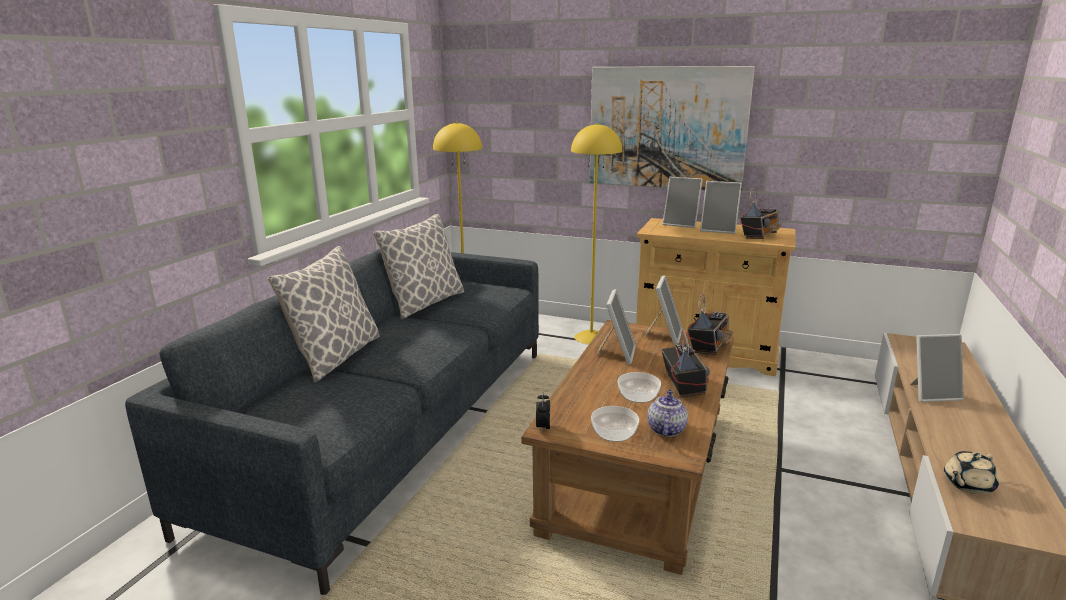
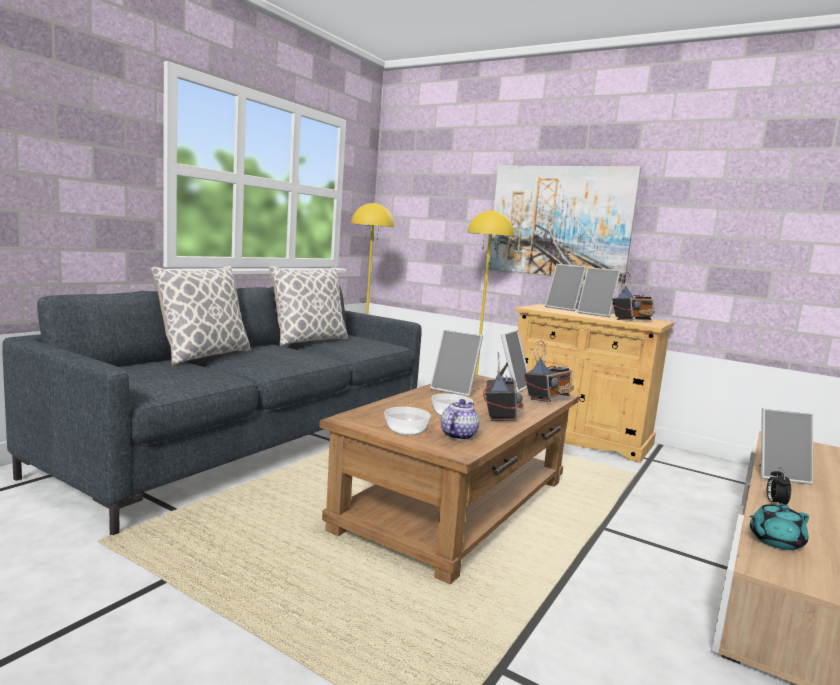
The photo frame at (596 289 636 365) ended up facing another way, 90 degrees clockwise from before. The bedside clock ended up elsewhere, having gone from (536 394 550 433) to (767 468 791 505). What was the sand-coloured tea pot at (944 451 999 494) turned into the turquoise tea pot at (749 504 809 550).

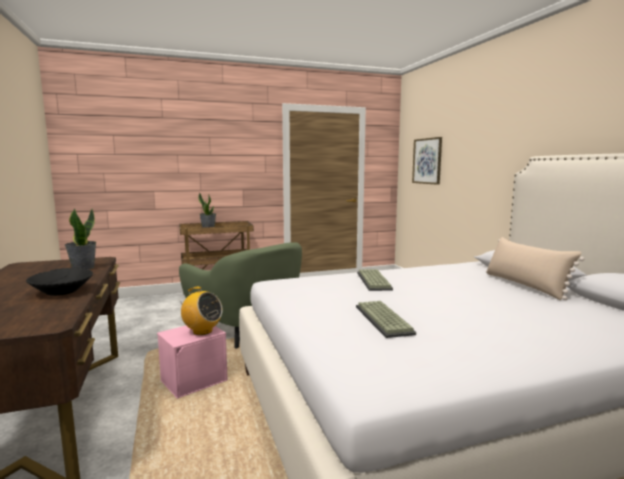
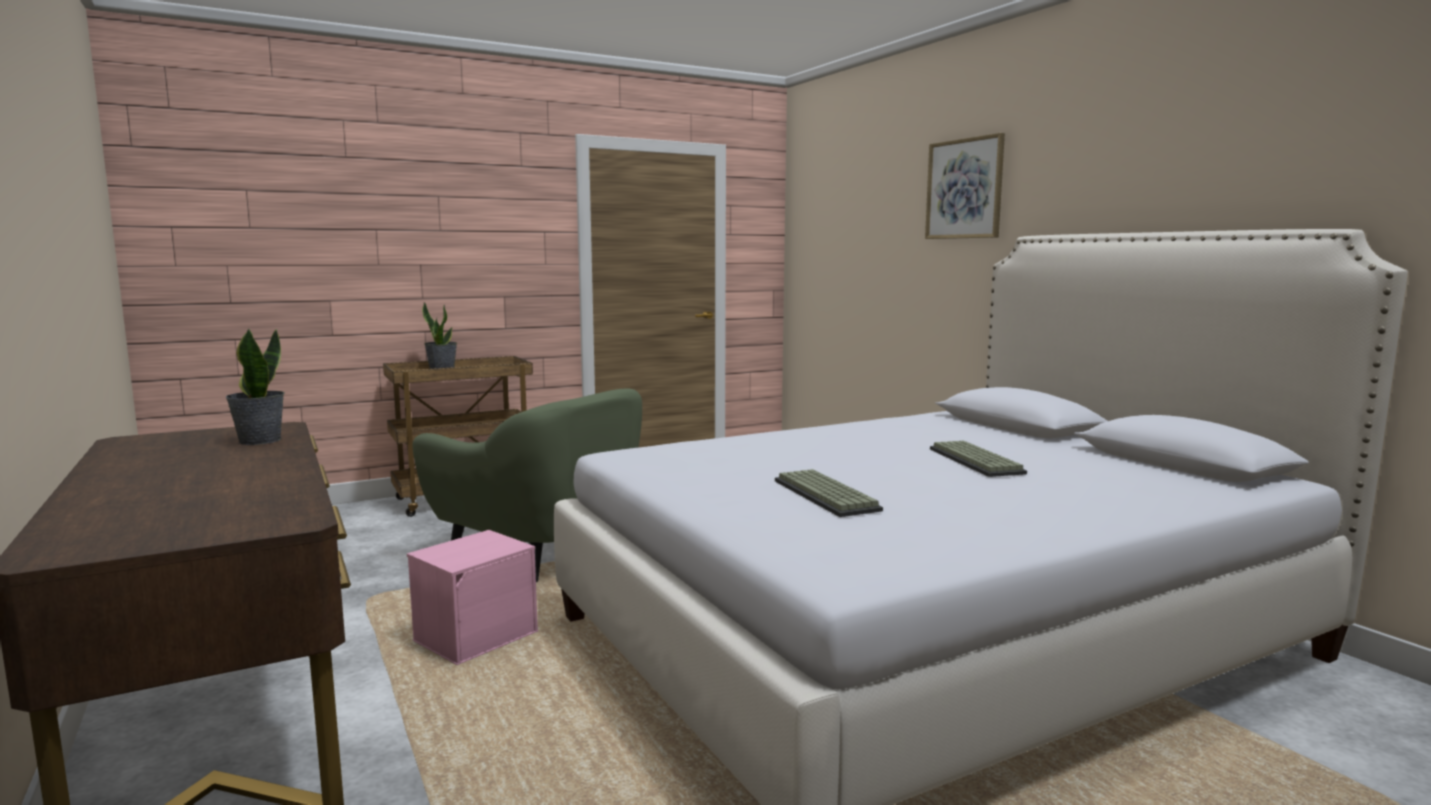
The picture ended up elsewhere, having gone from (412 137 442 185) to (925 133 1005 239). The second view lost the sand-coloured cushion at (486 237 584 300). The second view lost the blackish deep dish at (26 268 93 296). The computer keyboard ended up elsewhere, having gone from (357 269 393 291) to (930 441 1027 477). The second view lost the radio set at (177 287 223 335).

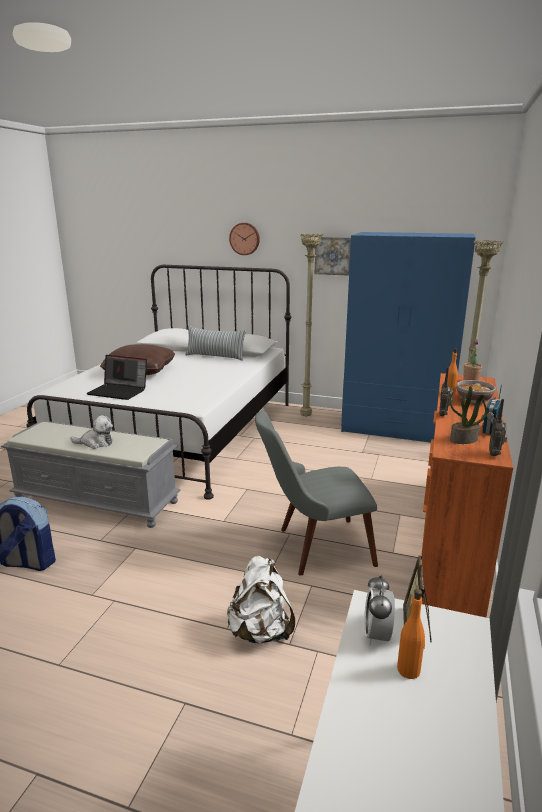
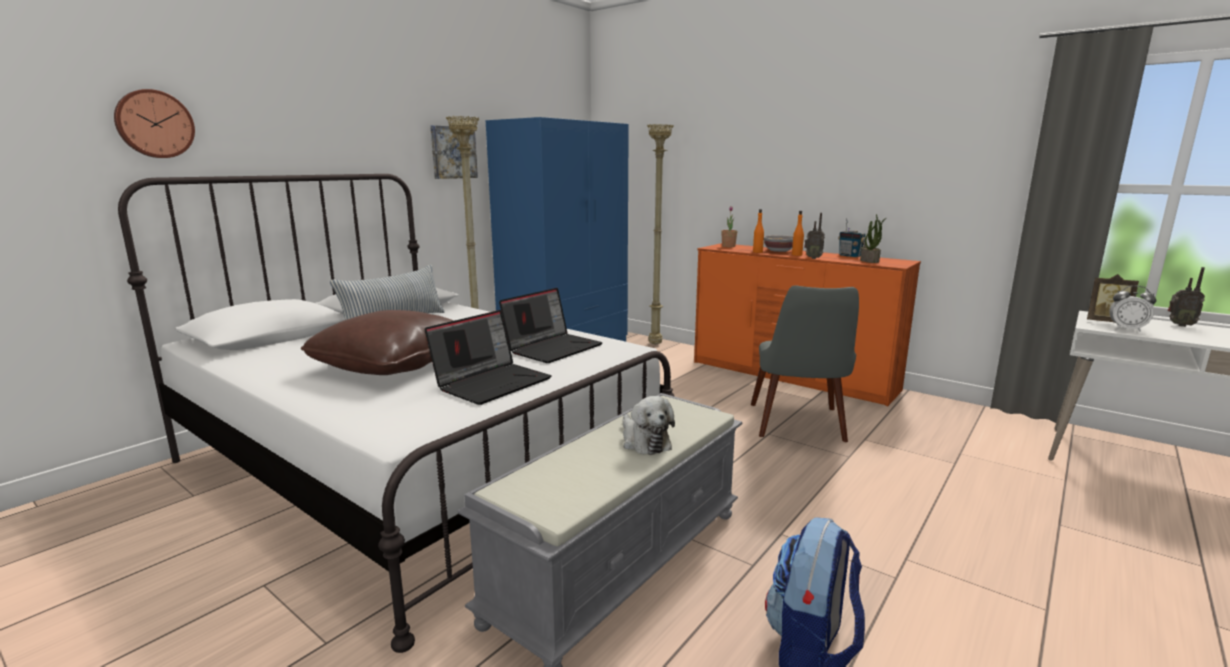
The wall clock ended up elsewhere, having gone from (229 223 260 255) to (114 89 195 158). The radio set ended up elsewhere, having gone from (489 399 507 456) to (1167 267 1205 327). The plush toy at (70 415 113 449) ended up facing another way, 135 degrees clockwise from before. The second view lost the whitish backpack at (227 556 295 644). The orange-coloured beverage bottle ended up elsewhere, having gone from (397 589 425 679) to (792 211 804 256). The second view gained the notebook computer at (499 288 603 363).

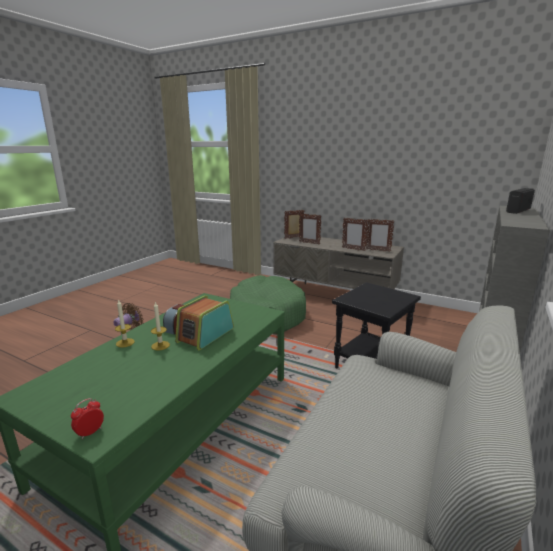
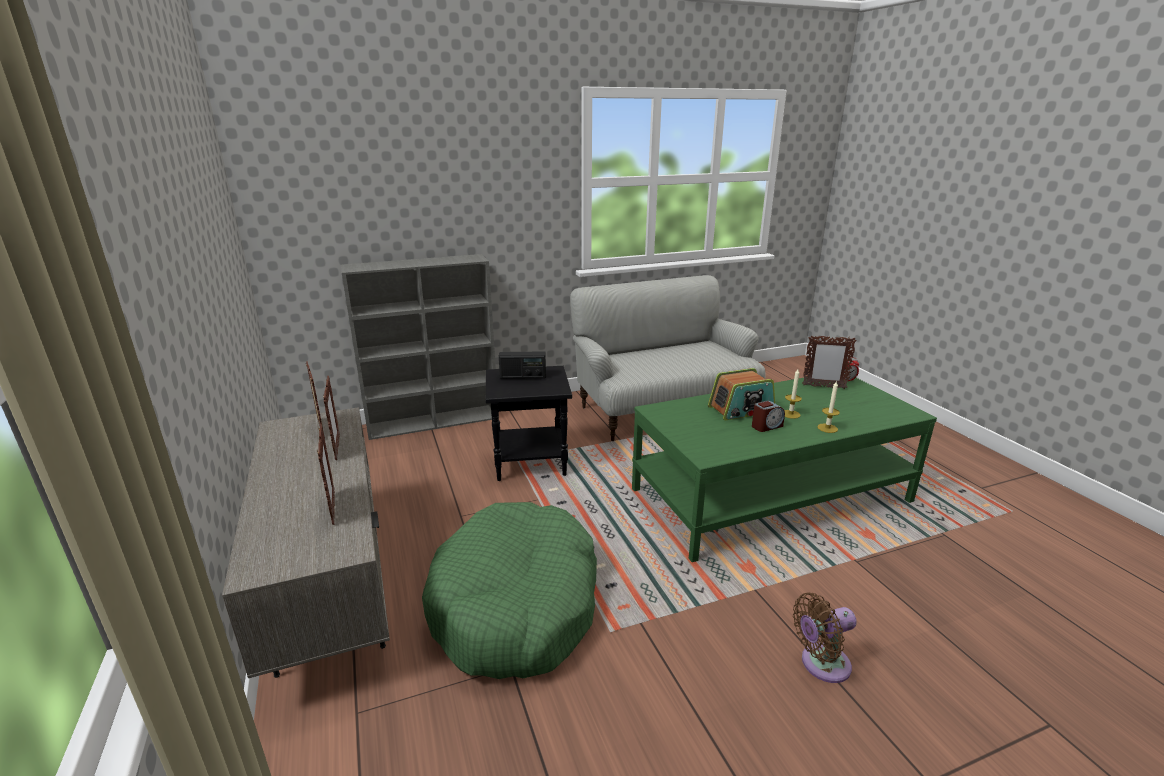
The radio set ended up elsewhere, having gone from (506 188 535 214) to (499 351 546 379). The photo frame ended up elsewhere, having gone from (284 210 304 239) to (802 335 857 389).

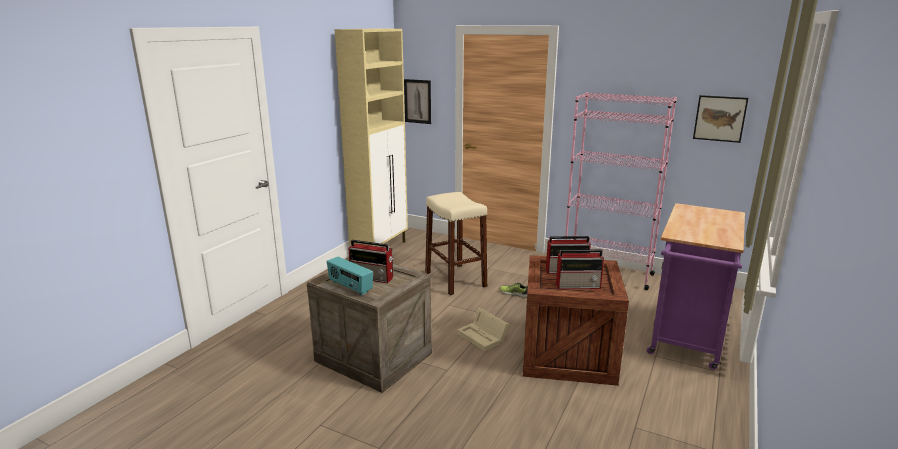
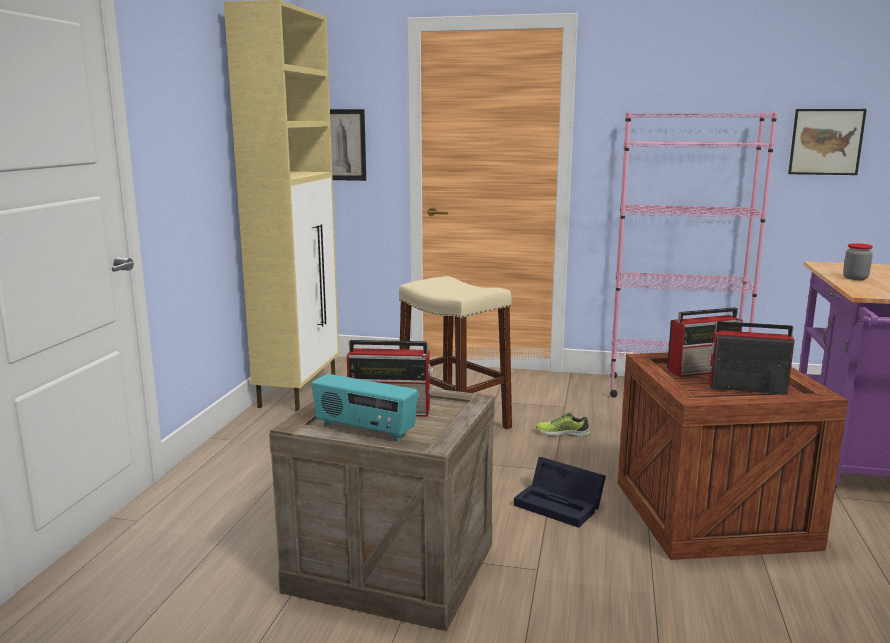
The radio set at (556 250 604 289) ended up facing another way, 150 degrees counterclockwise from before. What was the sand-coloured storage container at (457 308 510 351) turned into the blackish storage container at (514 457 606 528). The second view gained the preserve jar at (843 243 873 280).

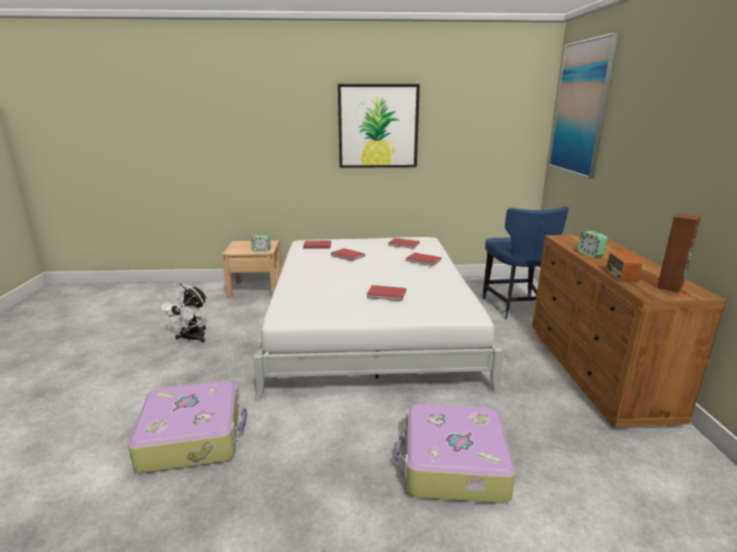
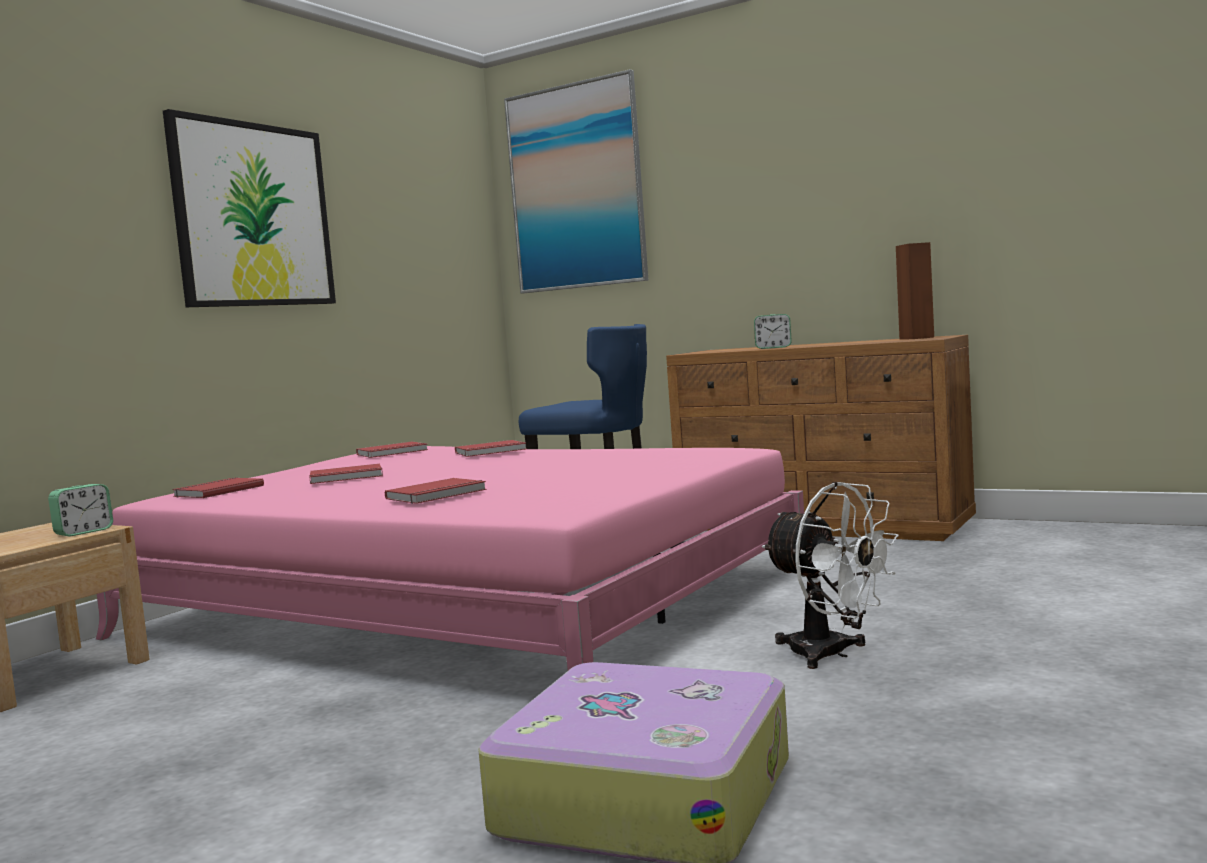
What was the whitish bed at (253 237 503 401) turned into the pinkish bed at (96 446 804 671). The second view lost the radio set at (606 252 646 281). The whitish cooling fan ended up elsewhere, having gone from (157 283 207 343) to (762 482 899 669). The red bound book ended up elsewhere, having gone from (366 285 406 301) to (385 478 486 504). The second view lost the suitcase at (395 404 515 503).

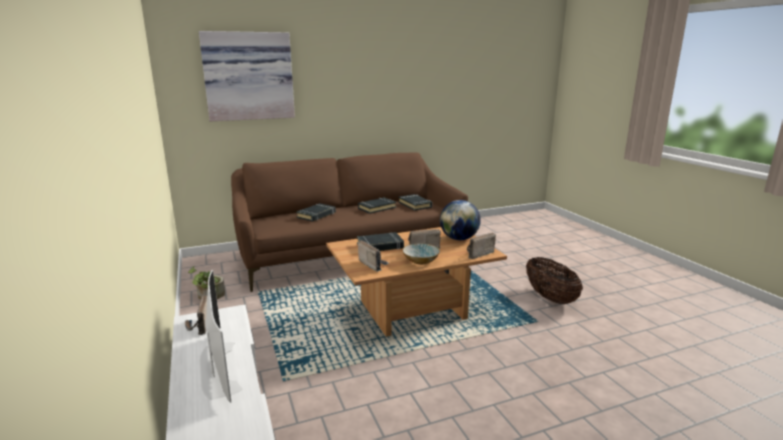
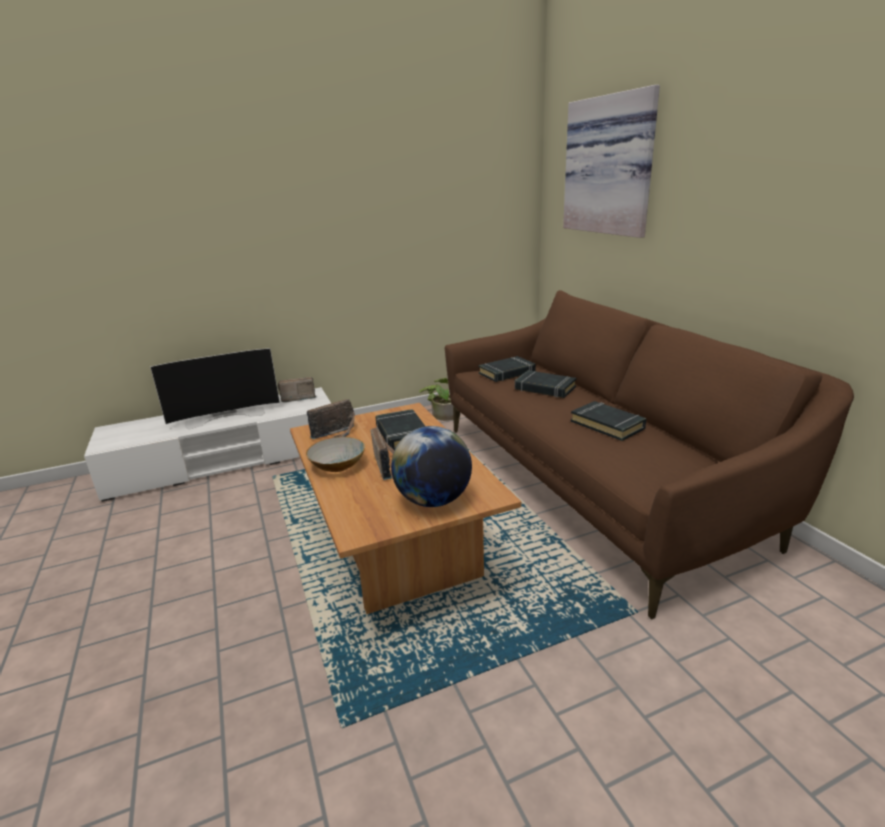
The blackish bound book ended up elsewhere, having gone from (399 194 432 211) to (479 356 536 382). The second view lost the radio set at (467 232 496 259). The second view lost the basket at (526 257 583 304).

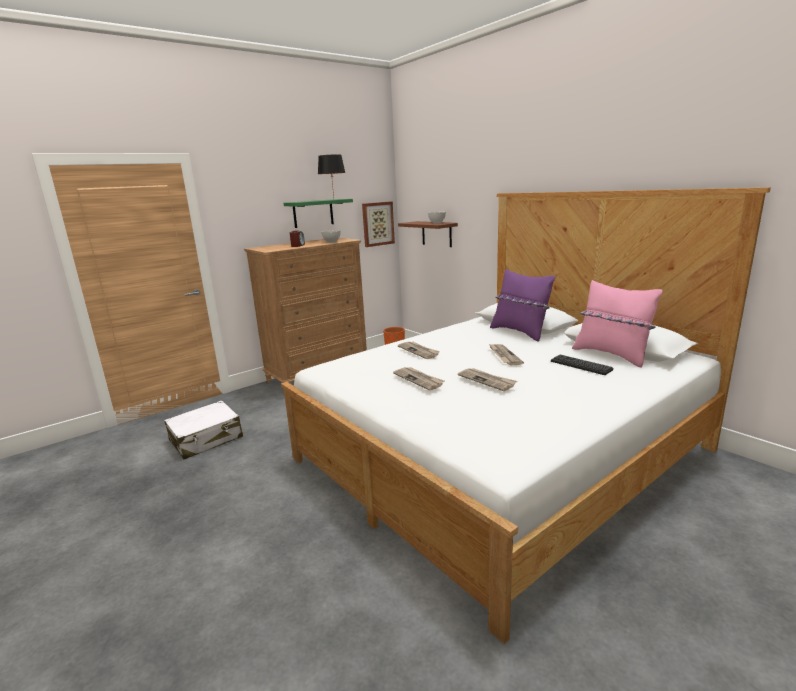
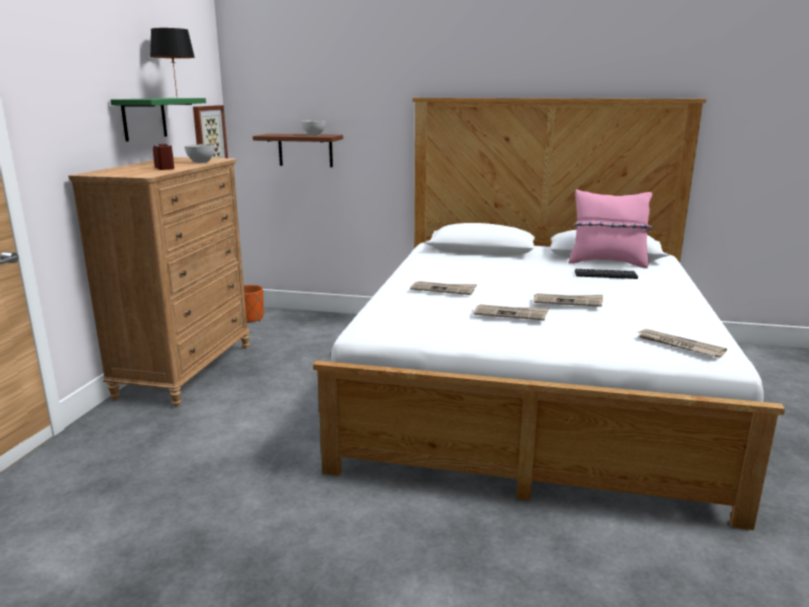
The second view lost the purple cushion at (490 269 556 342). The newspaper ended up elsewhere, having gone from (489 344 524 365) to (636 329 727 358). The second view lost the whitish suitcase at (164 400 243 459).

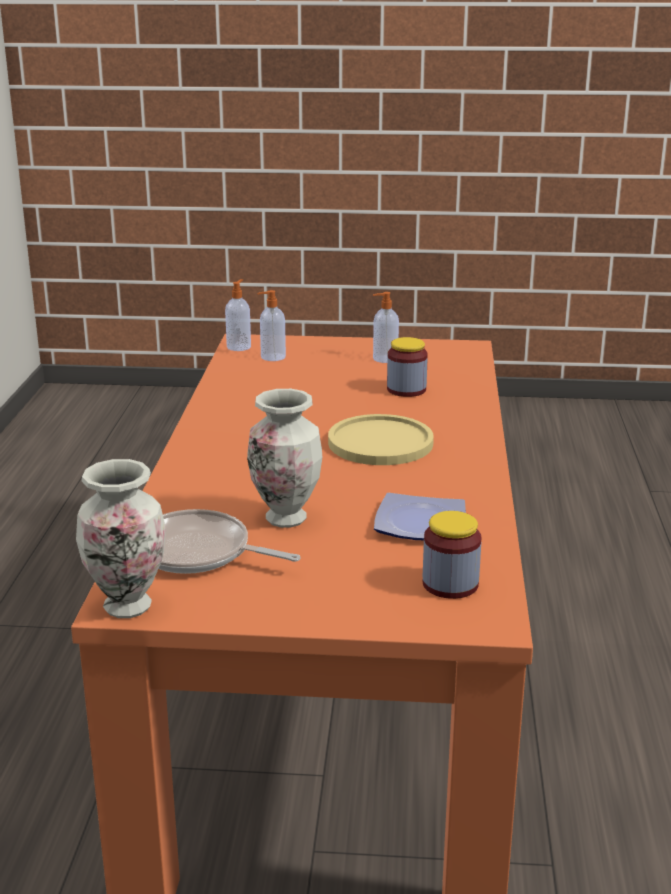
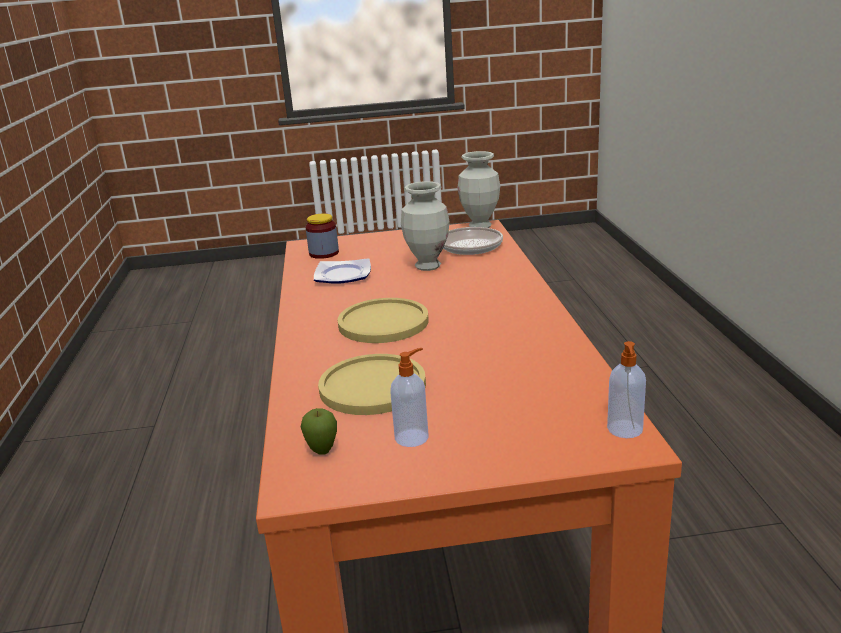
The second view lost the liquid soap bottle at (257 290 286 361). Where the preserve jar stood at (387 337 428 397), the yellow flat dish came to stand at (318 354 426 415). The second view gained the apple fruit at (301 408 337 455).

